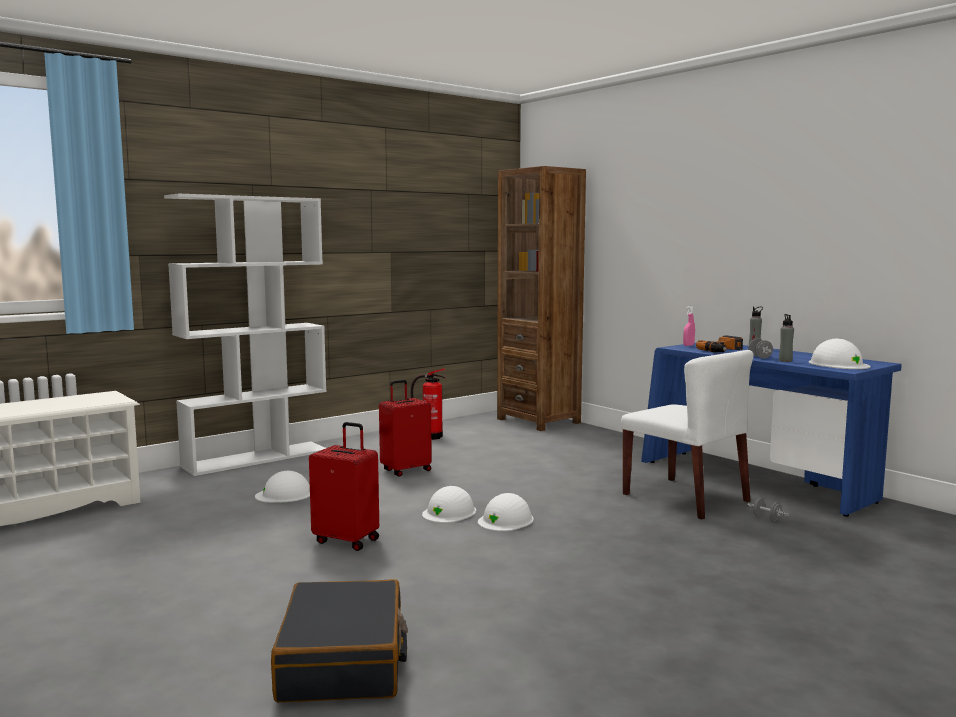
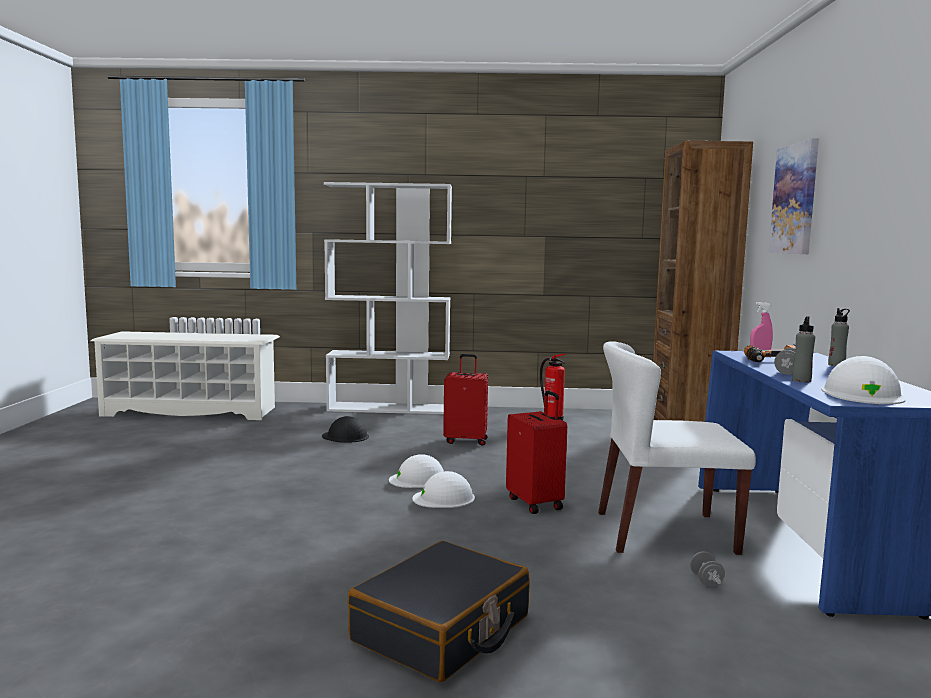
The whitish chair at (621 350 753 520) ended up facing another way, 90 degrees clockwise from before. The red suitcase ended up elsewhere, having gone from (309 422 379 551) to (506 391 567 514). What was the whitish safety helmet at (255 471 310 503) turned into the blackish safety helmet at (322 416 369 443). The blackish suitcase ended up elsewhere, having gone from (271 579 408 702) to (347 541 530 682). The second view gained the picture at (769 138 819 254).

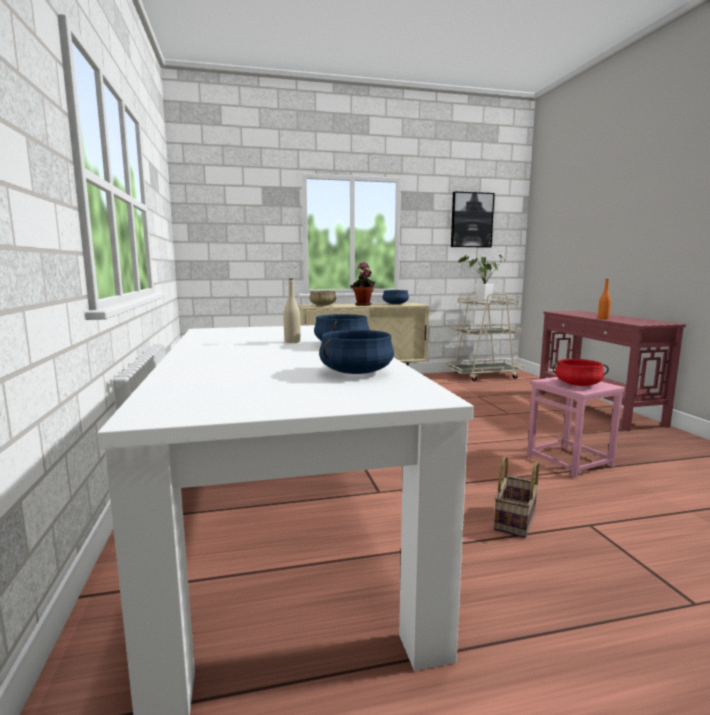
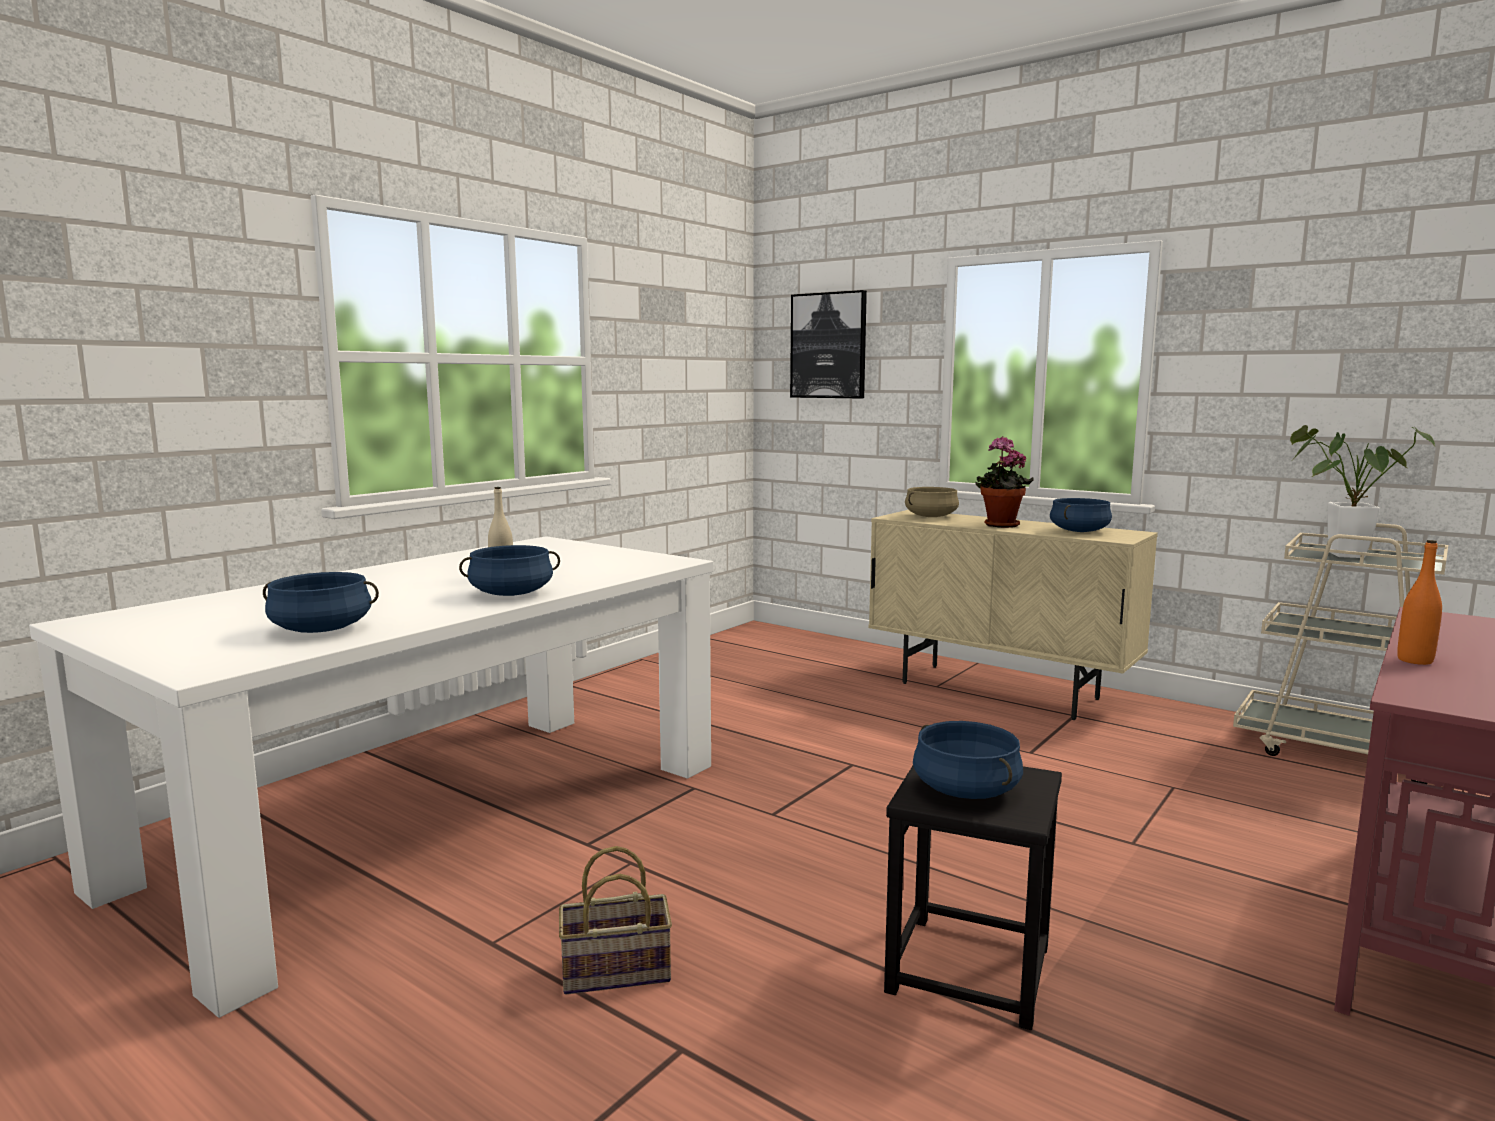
The picture ended up elsewhere, having gone from (451 192 494 248) to (790 290 867 398). What was the red cooking pot at (552 359 609 386) turned into the bluish cooking pot at (913 721 1023 799). What was the pinkish sitting stool at (527 377 625 478) turned into the blackish sitting stool at (884 766 1062 1030).

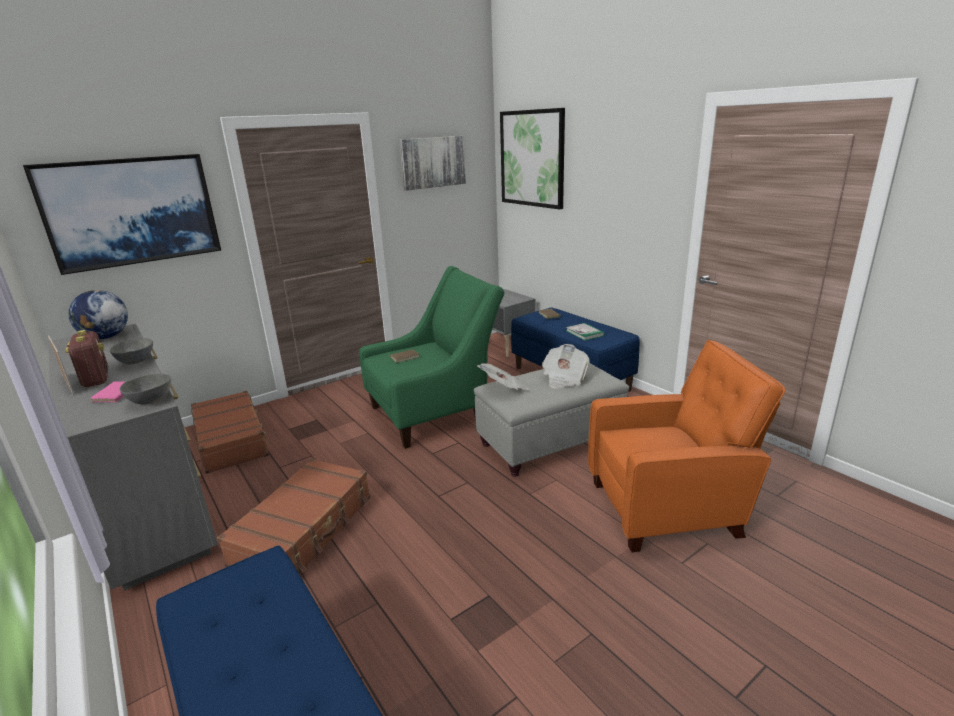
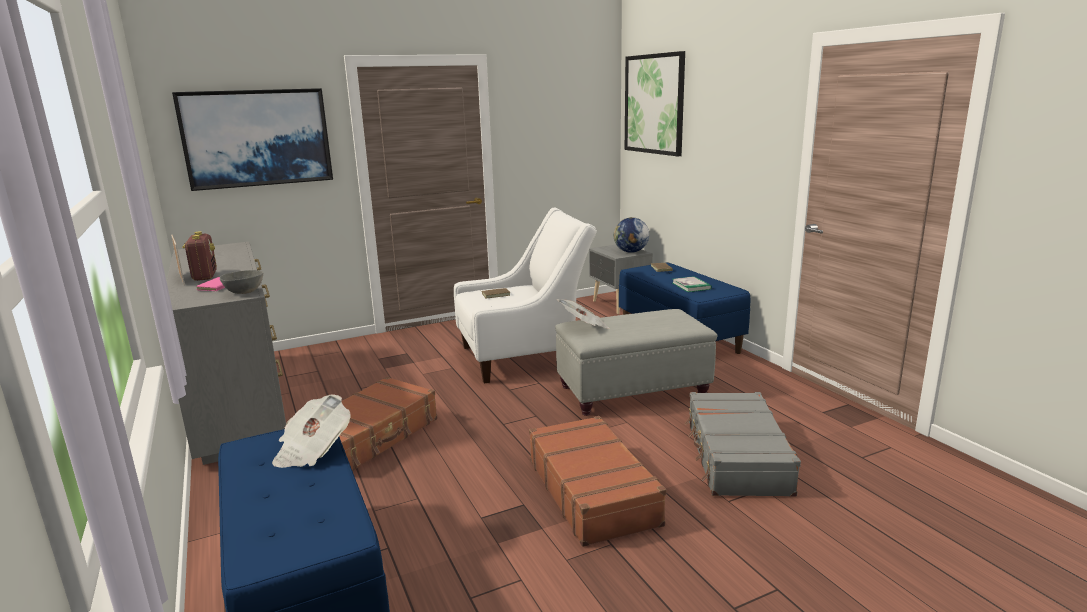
The second view lost the picture at (399 136 466 191). What was the green-coloured lounge chair at (359 266 505 449) turned into the whitish lounge chair at (454 208 597 384). The world globe ended up elsewhere, having gone from (68 290 128 339) to (614 217 649 253). The second view lost the greyish deep dish at (110 338 153 364). Where the orange-coloured lounge chair stood at (588 340 785 552), the greyish suitcase came to stand at (685 392 801 497). The newspaper ended up elsewhere, having gone from (542 344 590 389) to (272 394 351 468). The brown-coloured suitcase ended up elsewhere, having gone from (191 391 271 474) to (529 416 666 547).

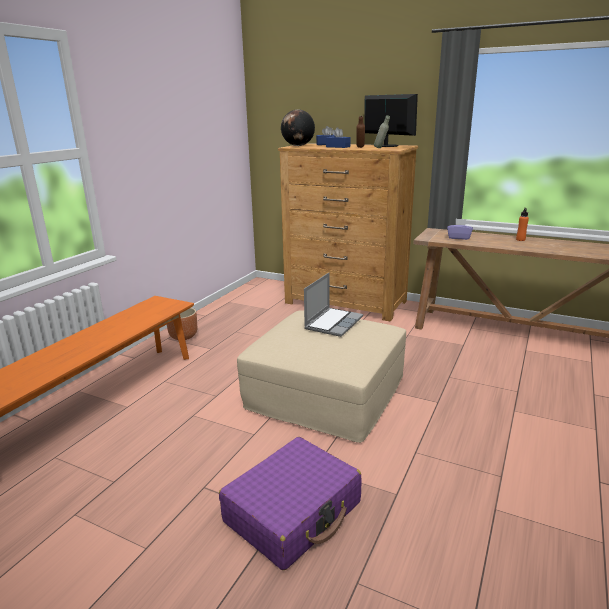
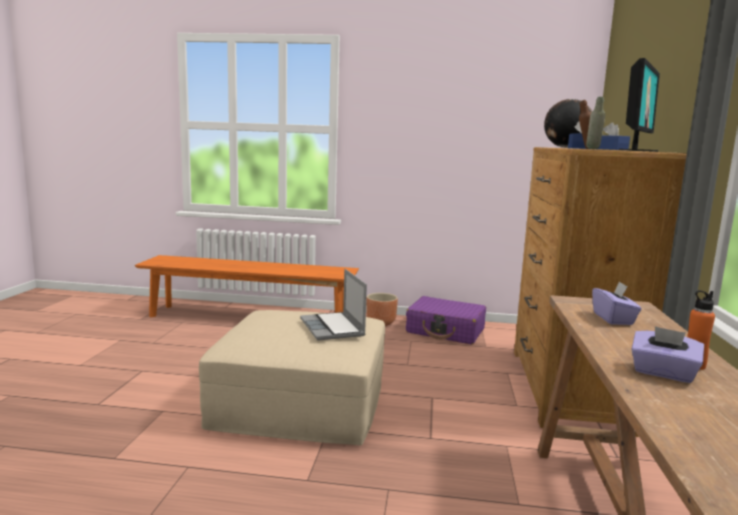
The notebook computer at (304 273 363 337) ended up facing another way, 60 degrees clockwise from before. The purple suitcase ended up elsewhere, having gone from (219 437 362 570) to (406 296 486 344). The second view gained the purple box of tissues at (631 326 704 383).

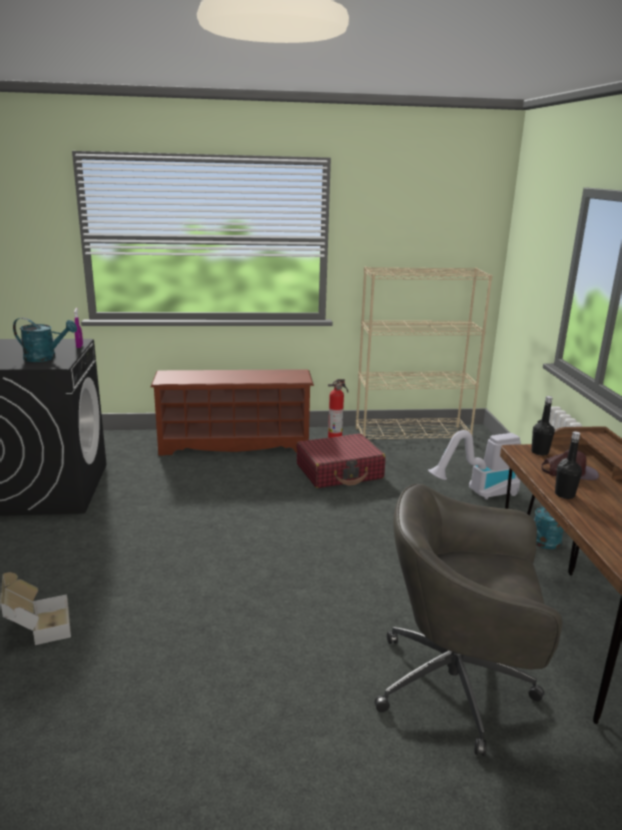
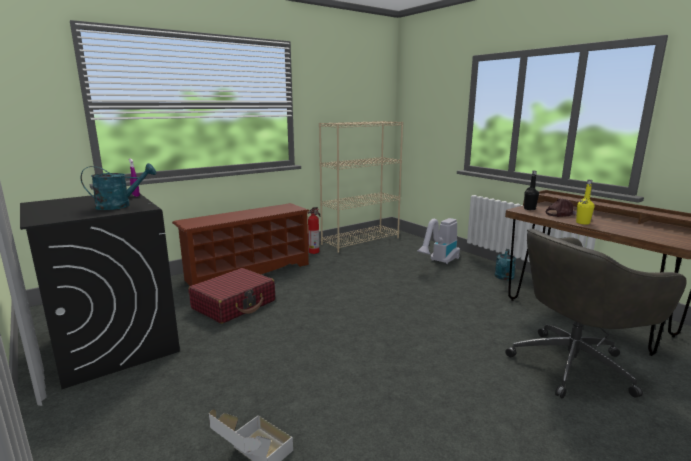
What was the blackish beverage bottle at (555 431 582 499) turned into the yellow beverage bottle at (576 180 595 225). The red suitcase ended up elsewhere, having gone from (296 434 385 488) to (188 268 275 324).

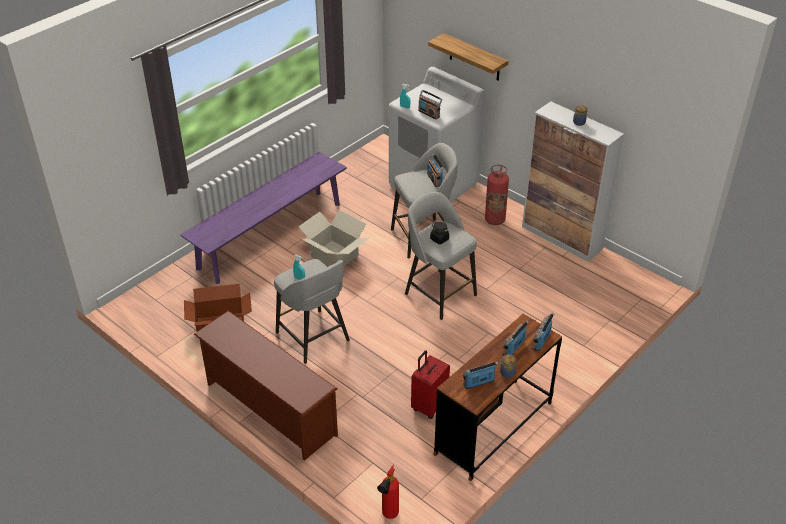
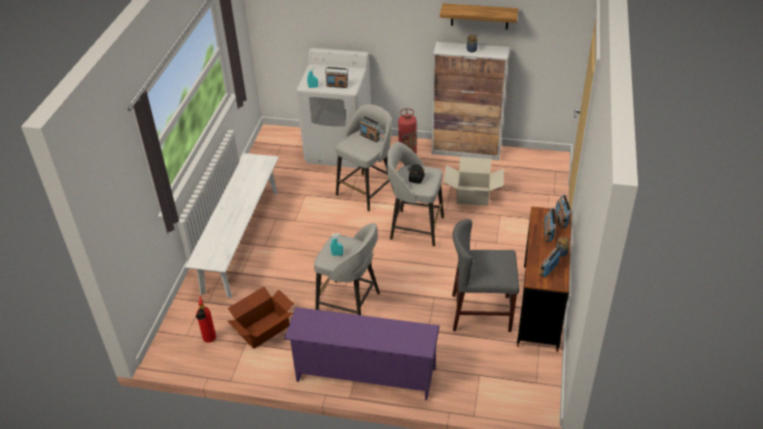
The bracket shelf ended up elsewhere, having gone from (428 33 509 81) to (440 3 519 30). What was the purple bench at (180 152 347 284) turned into the whitish bench at (185 153 279 299). The packing box ended up elsewhere, having gone from (299 209 369 266) to (444 157 504 206). What was the brown-coloured shoe shelf at (194 311 338 461) turned into the purple shoe shelf at (284 307 440 400). Where the red suitcase stood at (411 350 450 419), the greyish chair came to stand at (452 219 519 332). The fire-fighting cylinder ended up elsewhere, having gone from (377 464 399 519) to (196 296 216 343).

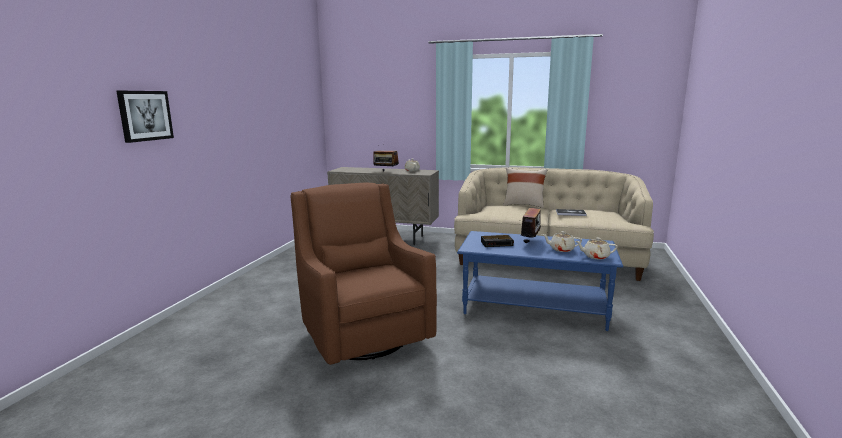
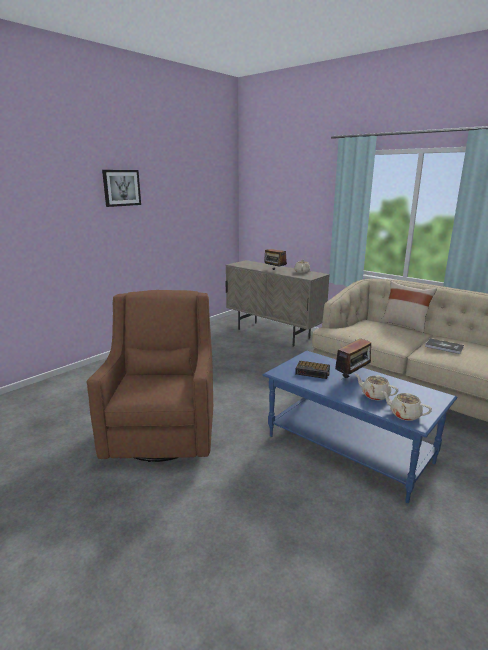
The picture ended up elsewhere, having gone from (116 91 174 143) to (102 170 141 207).

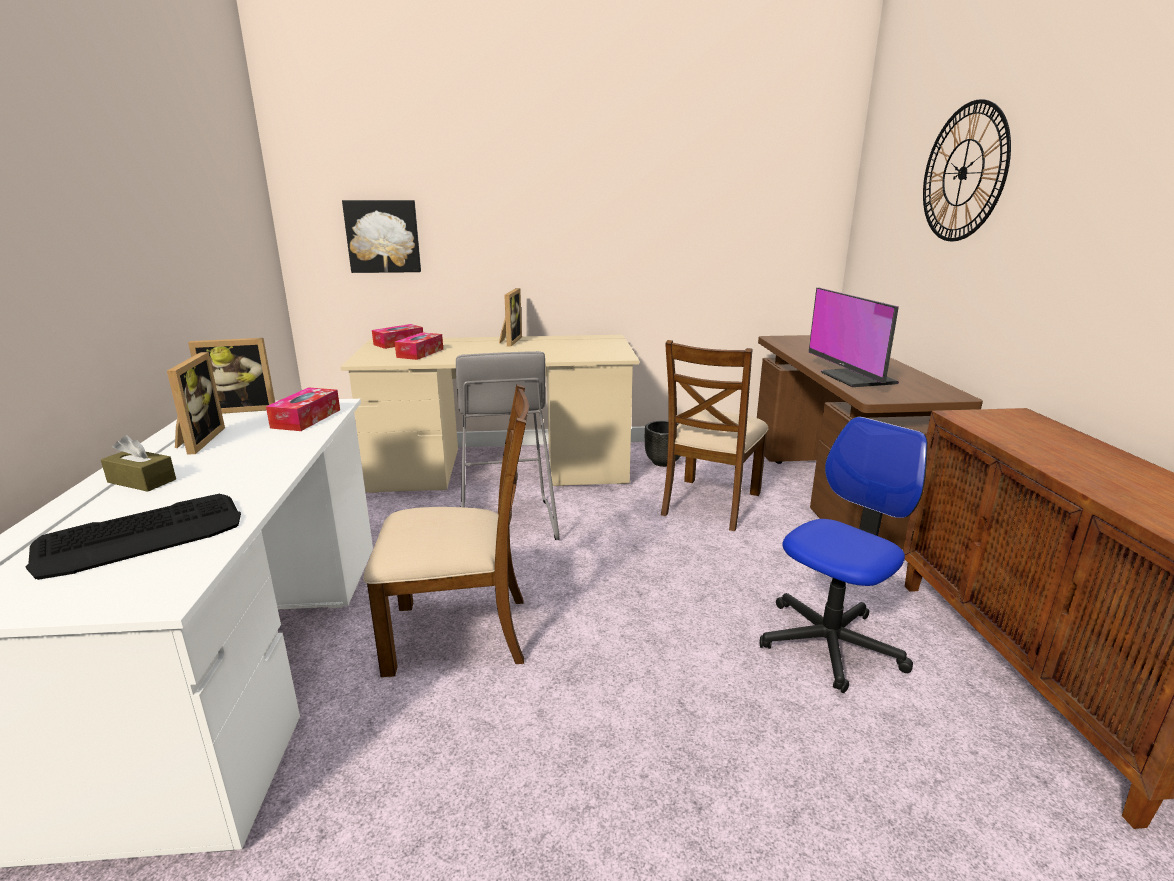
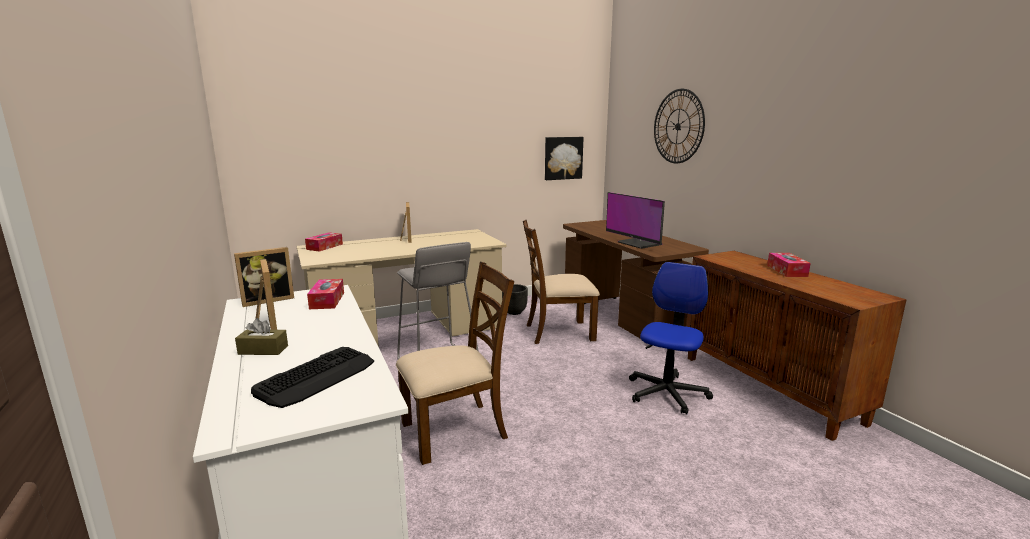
The picture ended up elsewhere, having gone from (342 200 421 273) to (545 137 584 180). The box of tissues ended up elsewhere, having gone from (395 332 443 360) to (767 253 811 277). The brown-coloured chair at (661 340 768 531) ended up facing another way, 75 degrees clockwise from before.

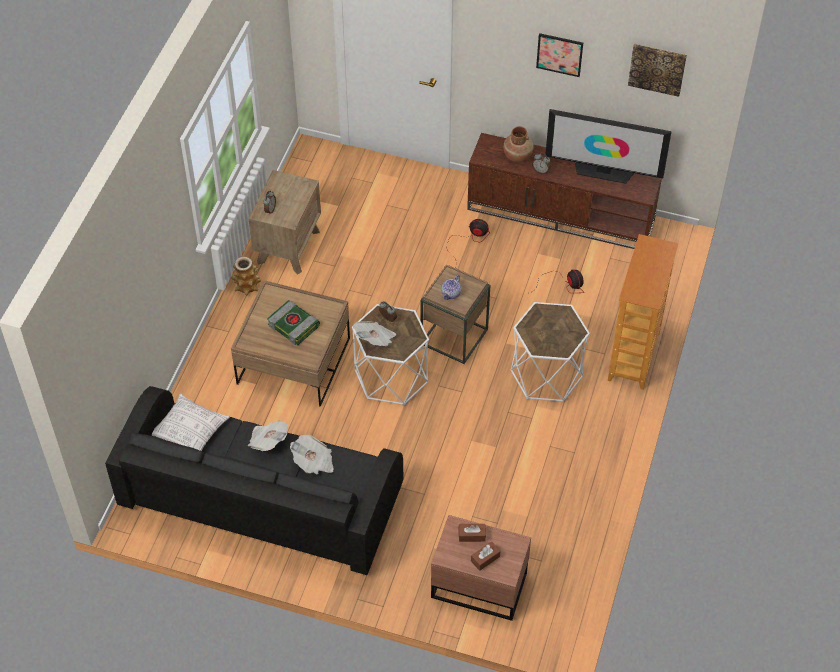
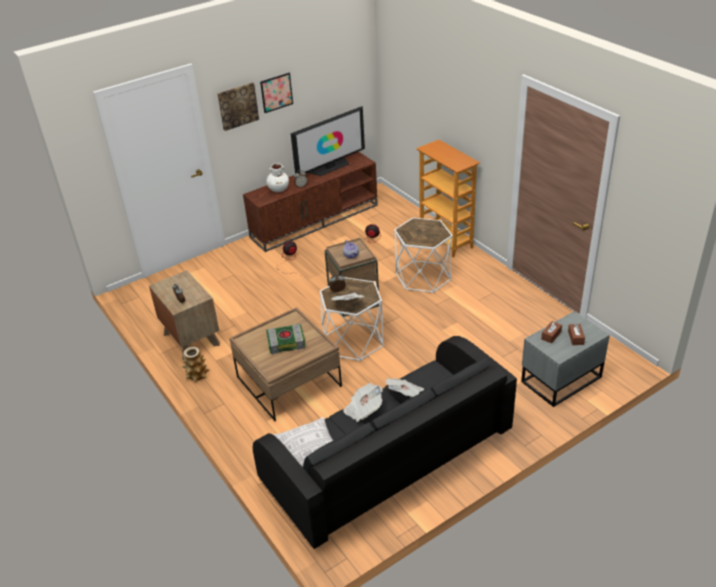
The picture ended up elsewhere, having gone from (628 44 687 97) to (217 82 259 131). What was the brown-coloured vase at (503 126 534 162) turned into the whitish vase at (266 163 289 192). What was the brown-coloured nightstand at (431 515 531 621) turned into the greyish nightstand at (521 311 610 407).

